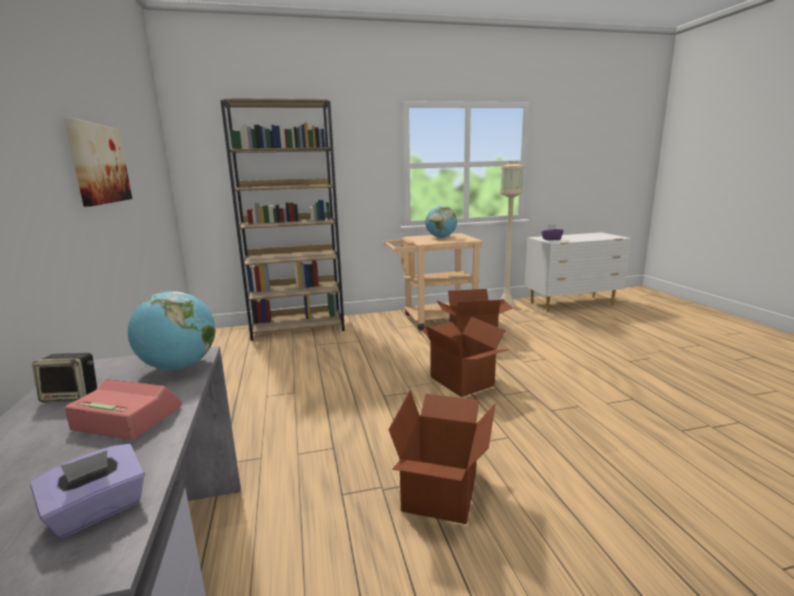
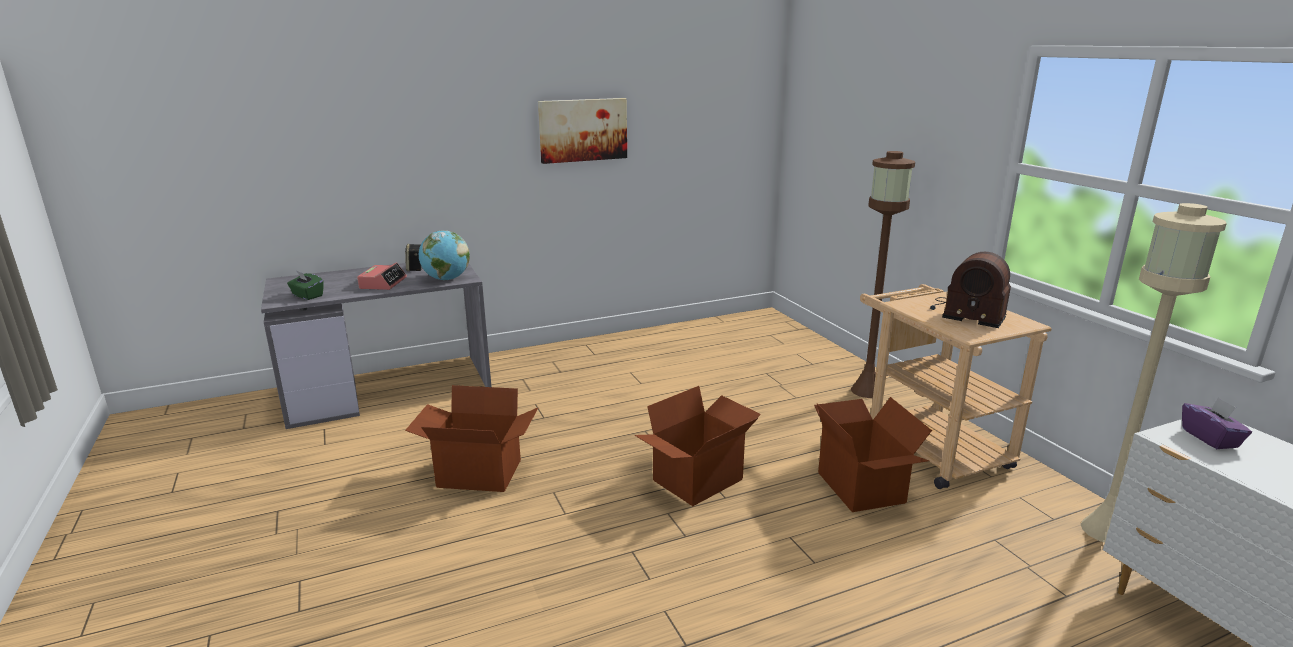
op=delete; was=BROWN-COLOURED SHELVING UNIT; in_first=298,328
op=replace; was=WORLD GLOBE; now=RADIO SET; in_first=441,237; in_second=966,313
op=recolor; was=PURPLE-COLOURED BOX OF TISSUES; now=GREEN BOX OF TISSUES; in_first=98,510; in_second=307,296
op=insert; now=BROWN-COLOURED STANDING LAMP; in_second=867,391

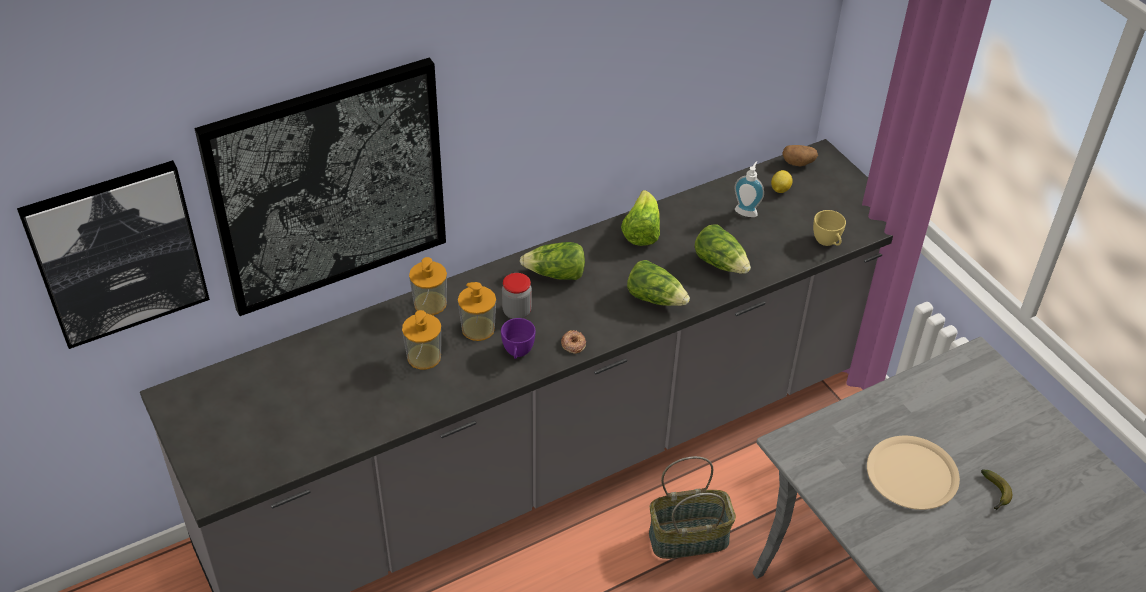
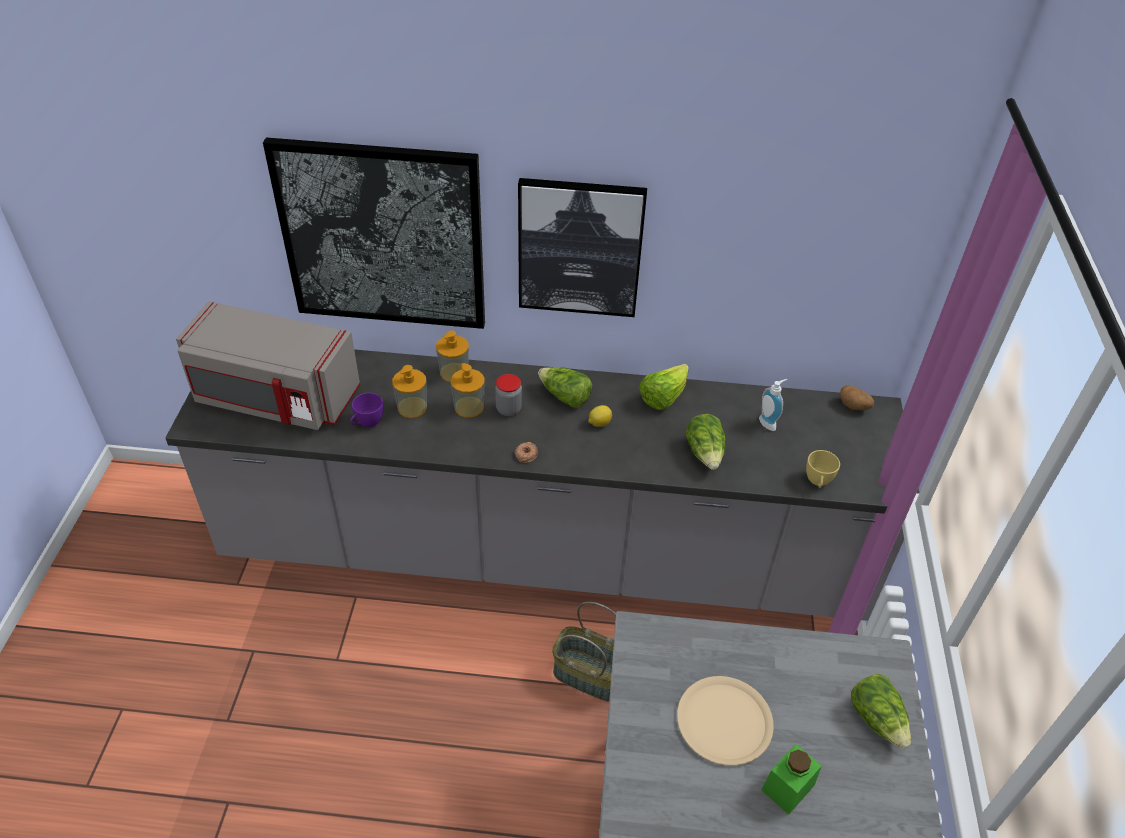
op=move; was=WALL ART; in_first=117,253; in_second=580,247
op=move; was=CITRUS FRUIT; in_first=779,190; in_second=599,423
op=move; was=LETTUCE; in_first=655,298; in_second=877,719
op=move; was=PURPLE-COLOURED SMALL CUP; in_first=517,353; in_second=367,423
op=replace; was=BANANA FRUIT; now=GREEN STORAGE JAR; in_first=995,494; in_second=787,787
op=insert; now=GRAY MICROWAVE; in_second=274,397

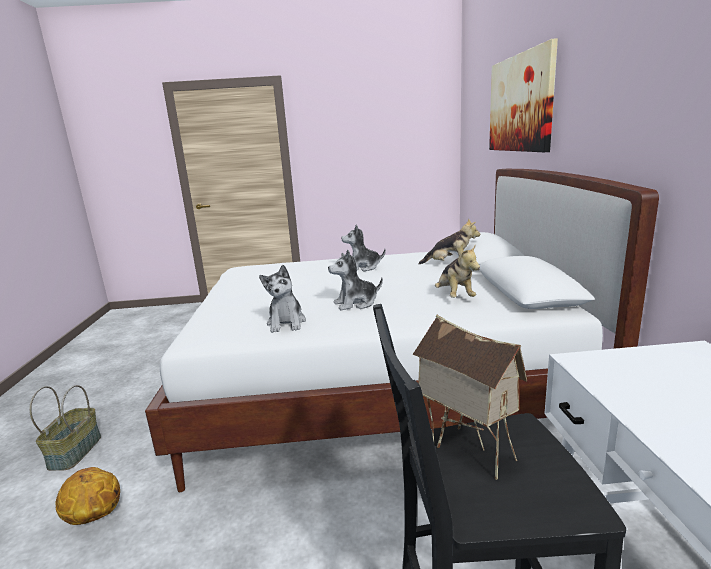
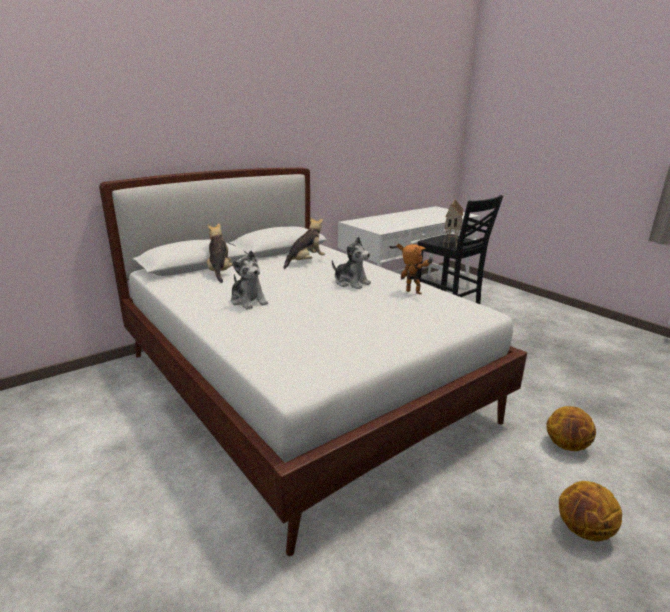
op=delete; was=WALL ART; in_first=520,103
op=replace; was=PLUSH TOY; now=TOY ROBOT; in_first=286,323; in_second=412,293
op=replace; was=HOUSEHOLD BASKET; now=BALL FOR BASKETBALL; in_first=74,451; in_second=583,530

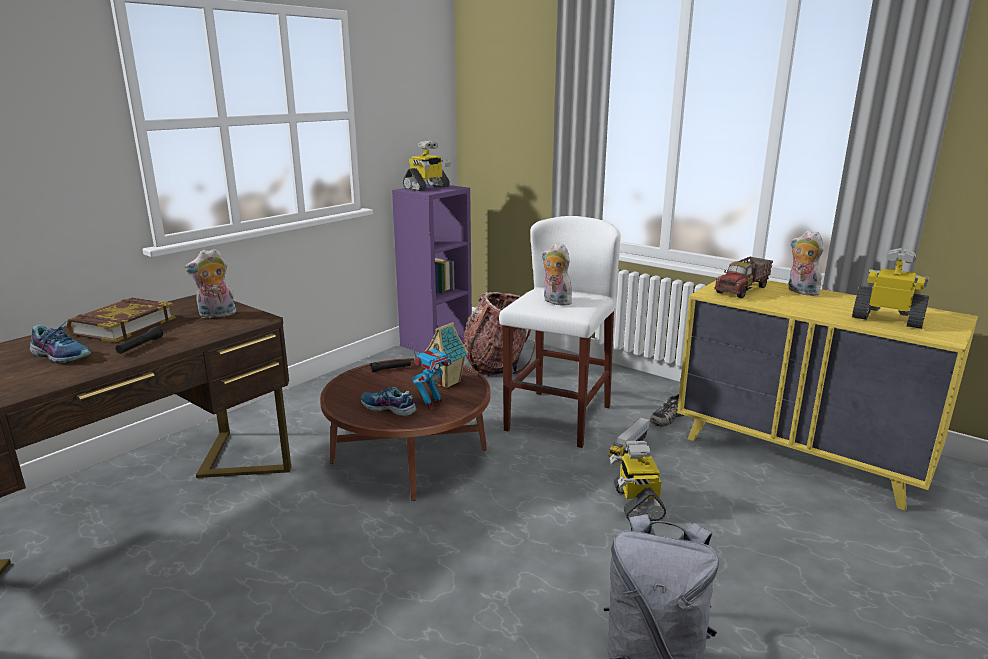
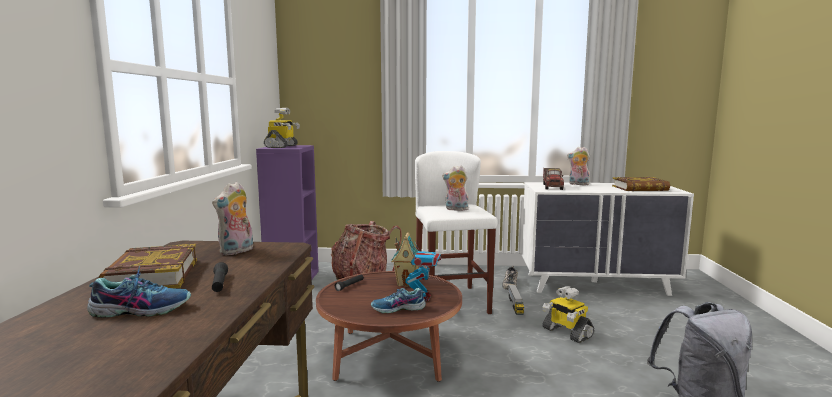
op=replace; was=TOY ROBOT; now=VOLUME; in_first=888,319; in_second=640,188
op=recolor; was=YELLOW-COLOURED DRESSER; now=WHITE DRESSER; in_first=801,454; in_second=596,284

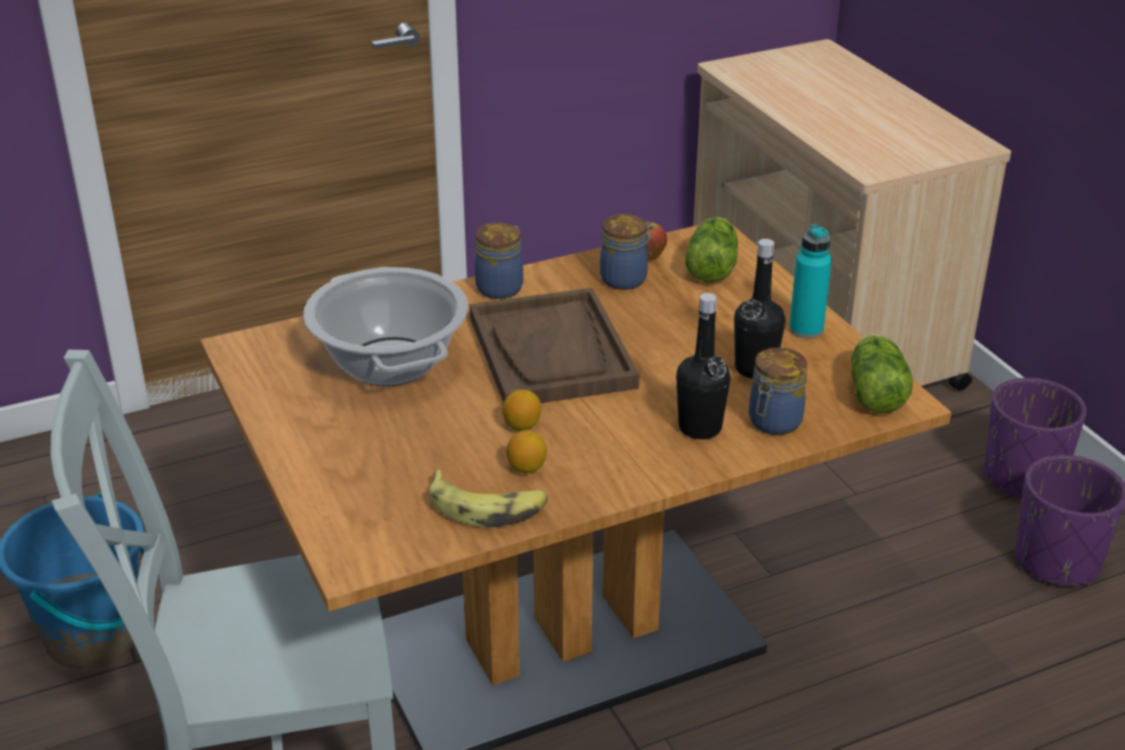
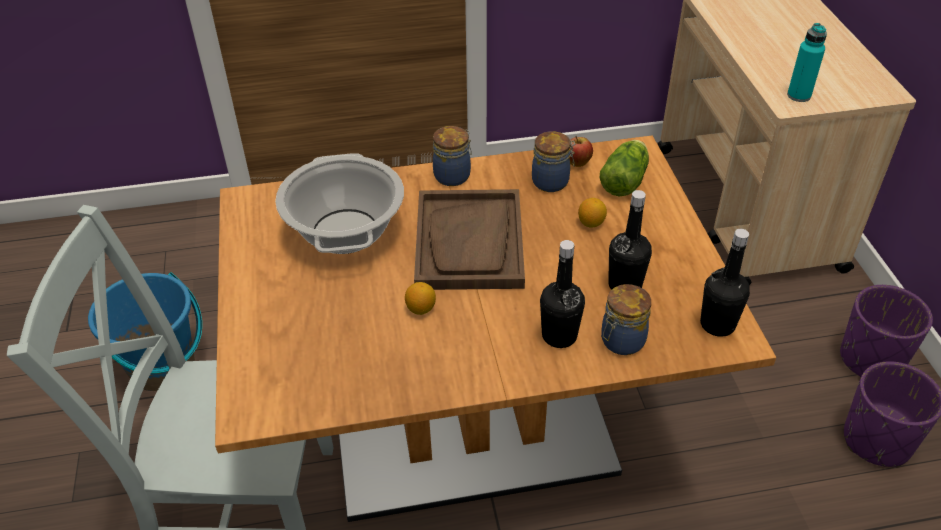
op=move; was=TURQUOISE-COLOURED BEVERAGE BOTTLE; in_first=806,329; in_second=799,95
op=replace; was=LETTUCE; now=BLACK BEVERAGE BOTTLE; in_first=875,391; in_second=717,324
op=move; was=CITRUS FRUIT; in_first=526,468; in_second=591,223
op=delete; was=BANANA FRUIT; in_first=487,507

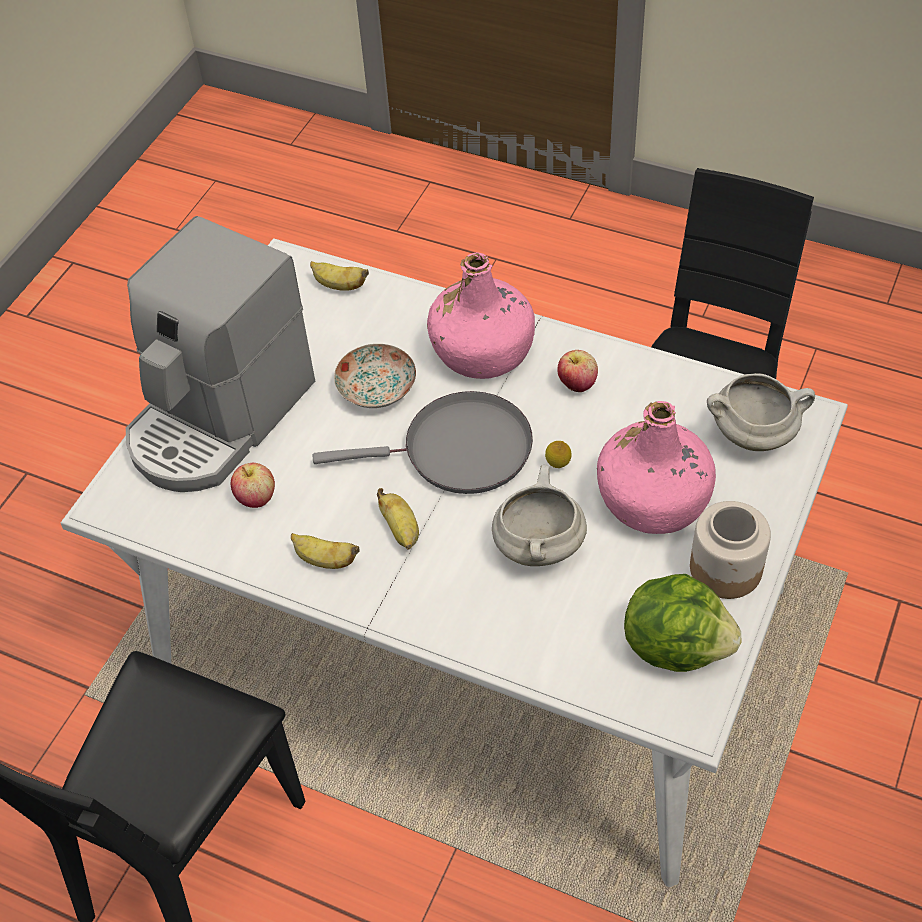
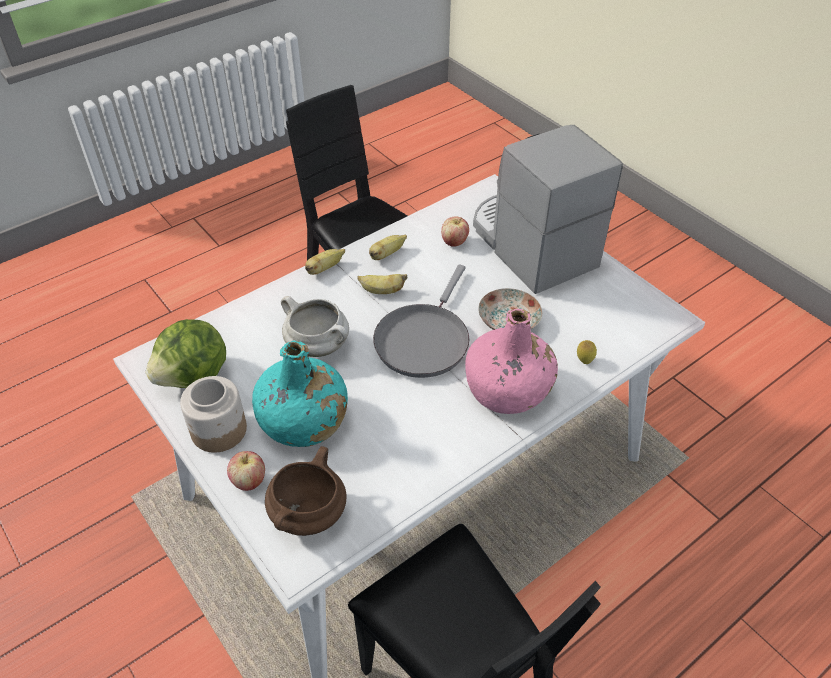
op=move; was=BANANA FRUIT; in_first=339,285; in_second=324,268
op=move; was=WHOLE APPLE; in_first=577,384; in_second=249,481
op=recolor; was=WHITE COOKING POT; now=BROWN-COLOURED COOKING POT; in_first=754,434; in_second=308,515
op=recolor; was=PINK BEVERAGE BOTTLE; now=TURQUOISE-COLOURED BEVERAGE BOTTLE; in_first=654,499; in_second=303,421
op=move; was=CITRUS FRUIT; in_first=558,465; in_second=584,361

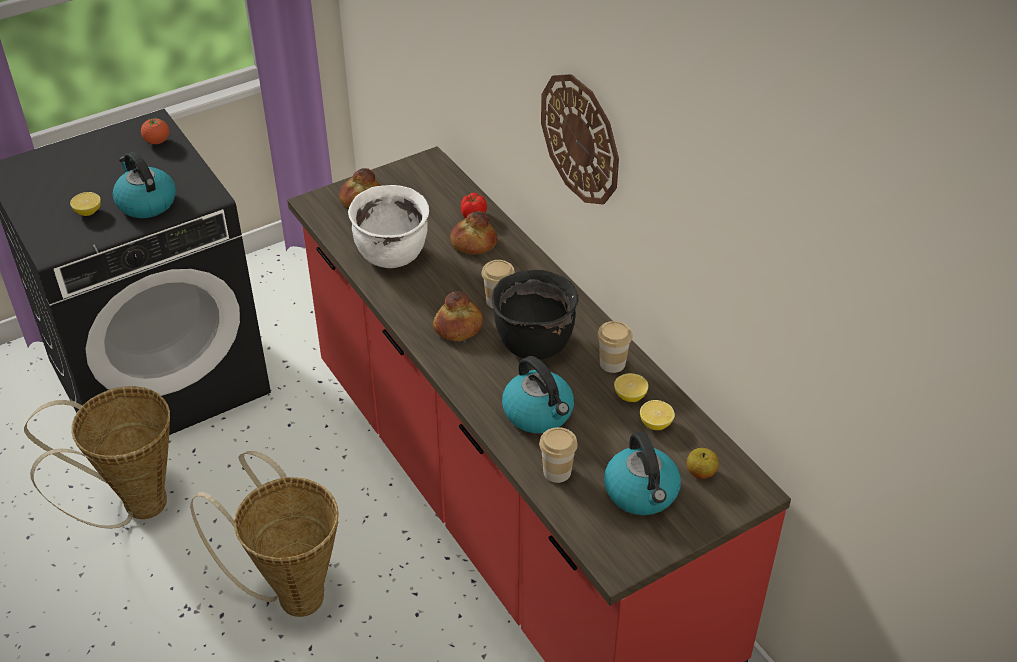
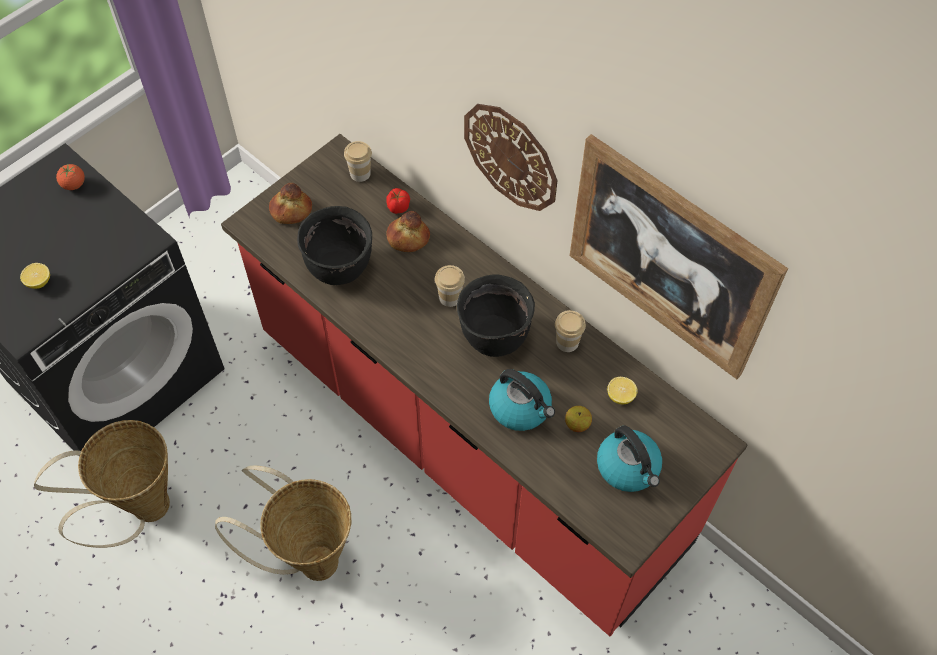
op=delete; was=TEA KETTLE; in_first=146,203
op=recolor; was=WHITE COOKING POT; now=BLACK COOKING POT; in_first=392,255; in_second=340,267
op=delete; was=BAKED BREAD; in_first=459,327
op=delete; was=CITRUS FRUIT; in_first=630,396
op=move; was=SMALL CUP; in_first=557,471; in_second=360,173
op=move; was=WHOLE APPLE; in_first=701,472; in_second=577,424
op=insert; now=WALL ART; in_second=669,258

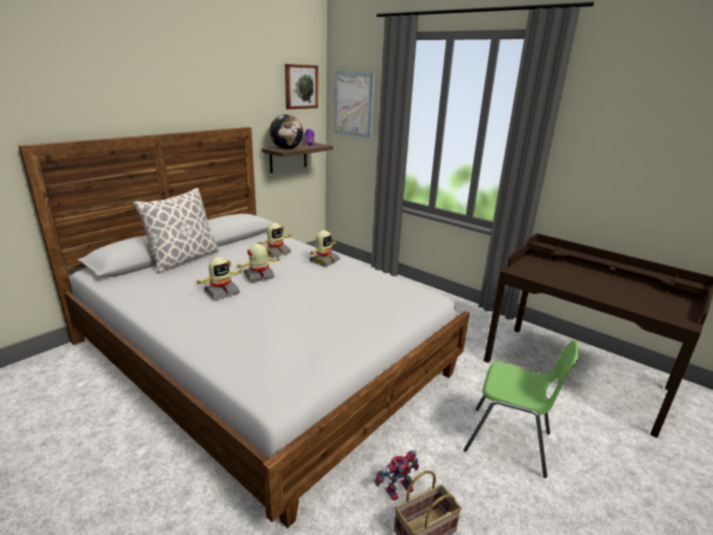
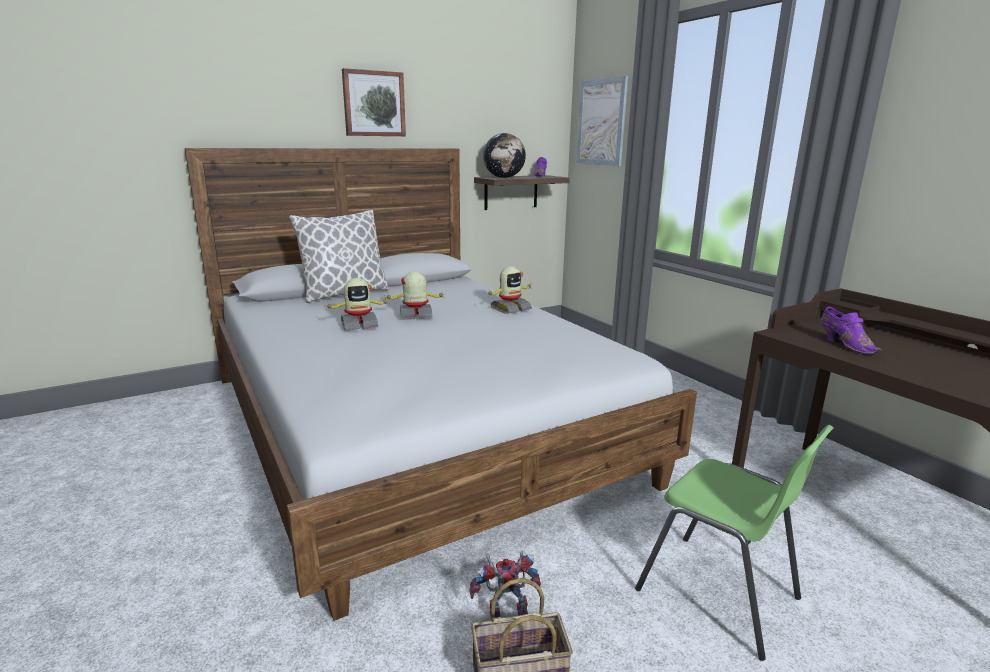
op=move; was=WALL ART; in_first=300,86; in_second=374,104
op=delete; was=TOY ROBOT; in_first=276,252
op=insert; now=PURPLE-COLOURED LOW SHOE; in_second=845,345

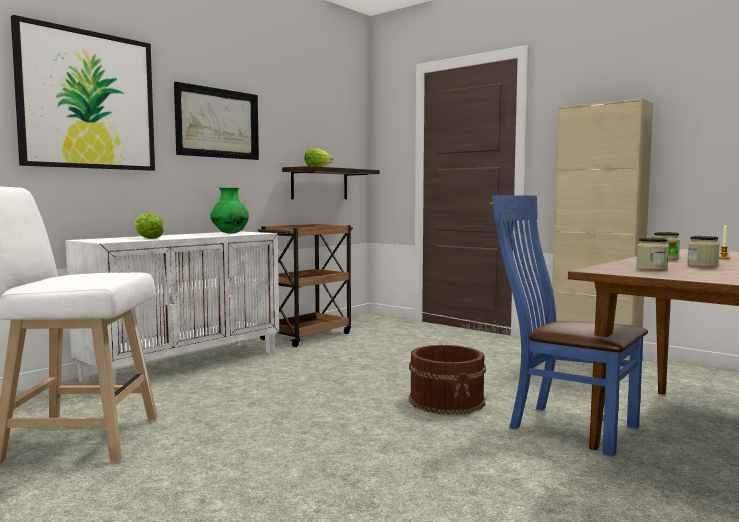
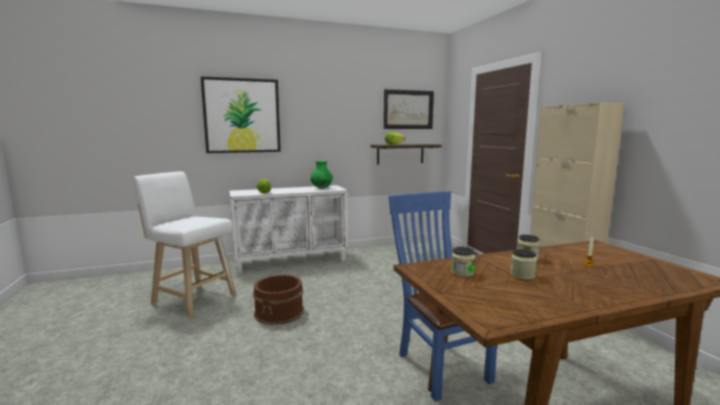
op=move; was=WALL ART; in_first=217,123; in_second=408,109
op=delete; was=BROWN-COLOURED TROLLEY; in_first=308,336
op=move; was=BROWN-COLOURED BUCKET; in_first=447,401; in_second=279,312

